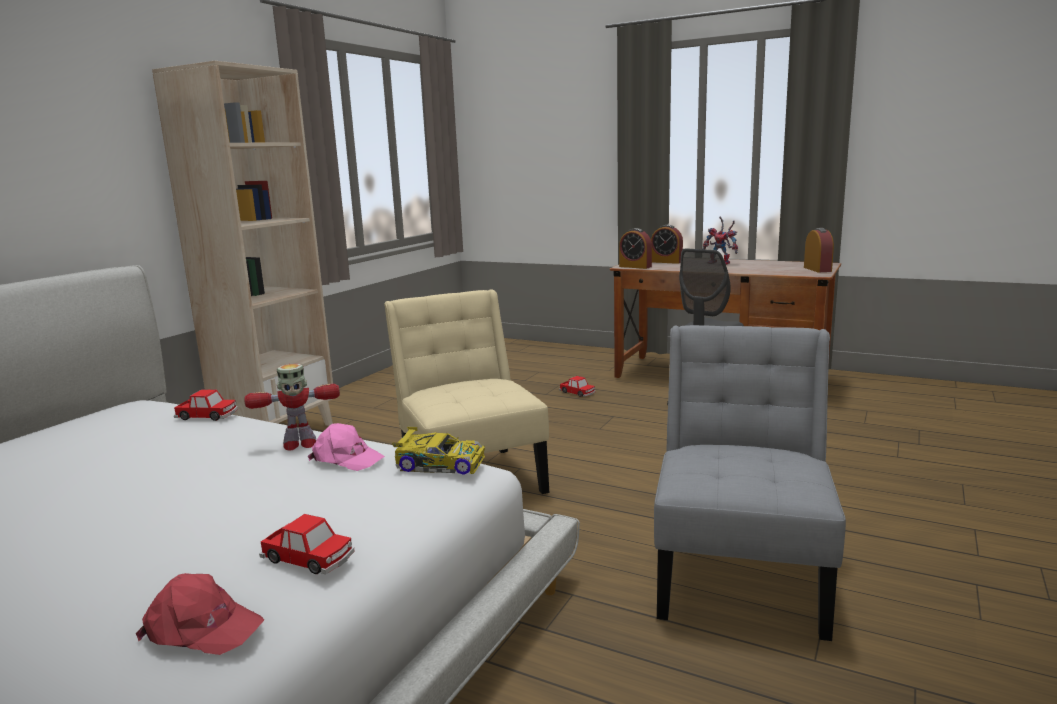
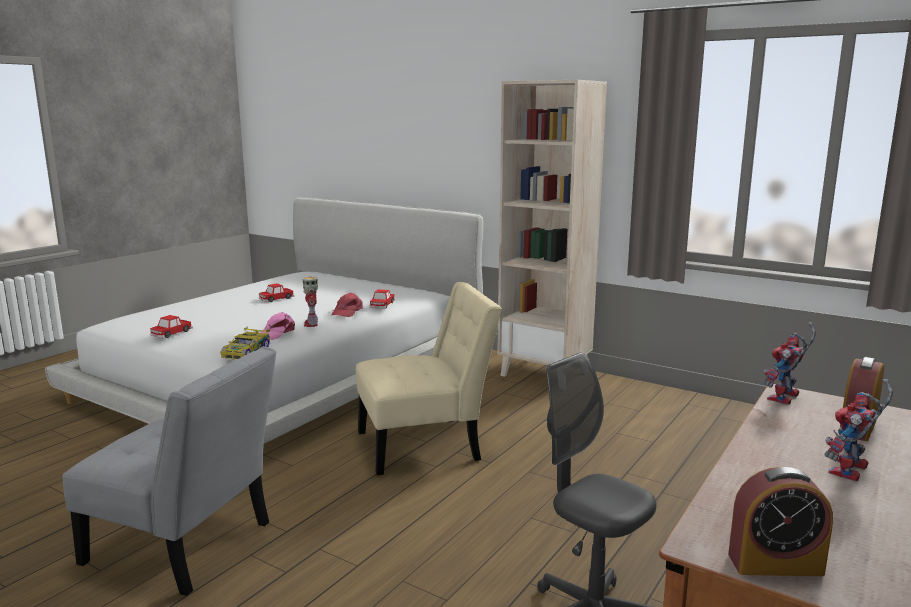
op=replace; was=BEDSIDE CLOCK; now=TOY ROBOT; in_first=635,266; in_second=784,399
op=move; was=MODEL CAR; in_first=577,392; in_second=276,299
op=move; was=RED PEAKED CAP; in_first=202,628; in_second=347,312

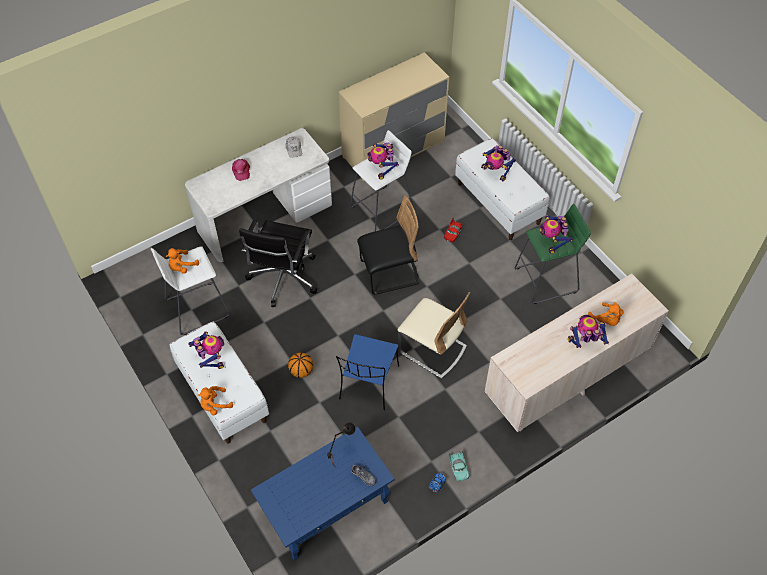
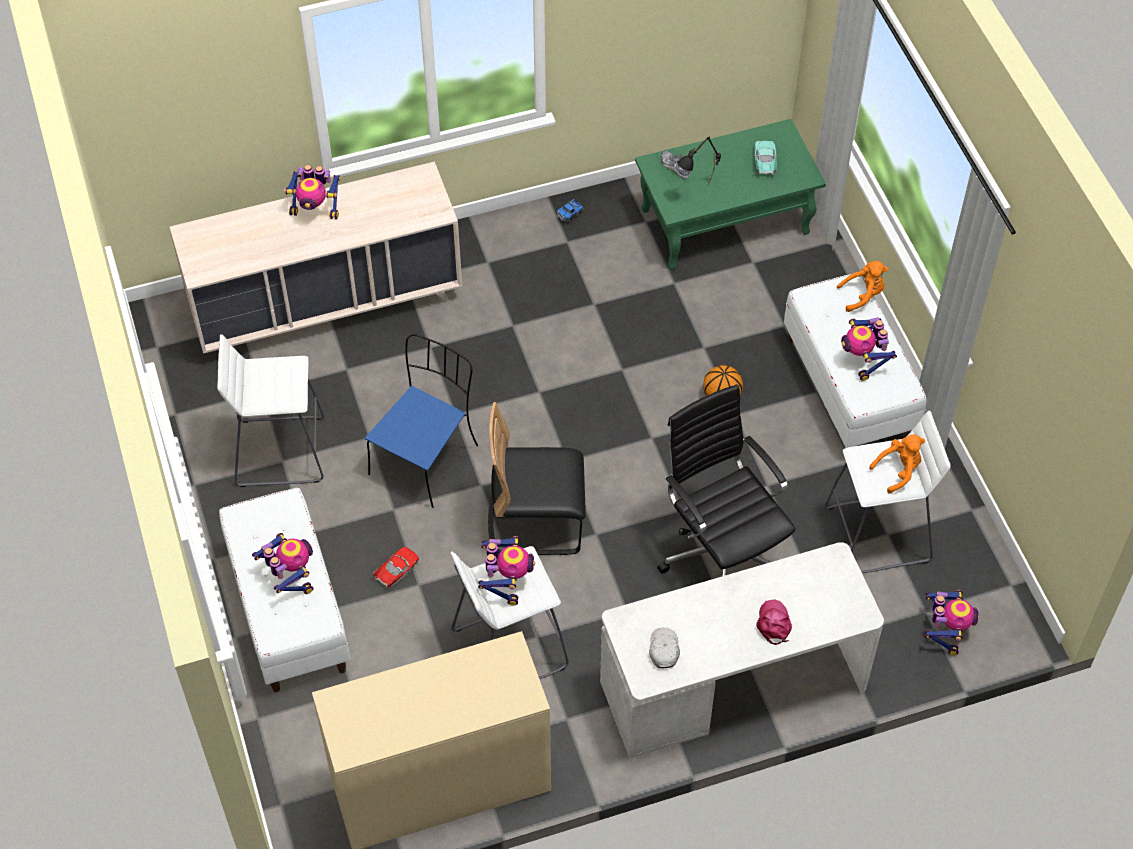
op=recolor; was=GREEN STOOL; now=WHITE STOOL; in_first=546,280; in_second=279,450
op=move; was=TOY ROBOT; in_first=552,241; in_second=945,631
op=rotate; was=BLACK DESK CHAIR; in_first=283,279; in_second=722,553; clockwise=-60
op=delete; was=SAND-COLOURED UPRIGHT CHAIR; in_first=432,349
op=delete; was=ORANGE-COLOURED PLUSH TOY; in_first=606,320
op=move; was=BLUISH UPRIGHT CHAIR; in_first=368,384; in_second=425,458
op=recolor; was=BLUISH LOW TABLE; now=GREEN LOW TABLE; in_first=326,505; in_second=723,222
op=move; was=TURQUOISE-COLOURED MODEL CAR; in_first=458,467; in_second=764,162

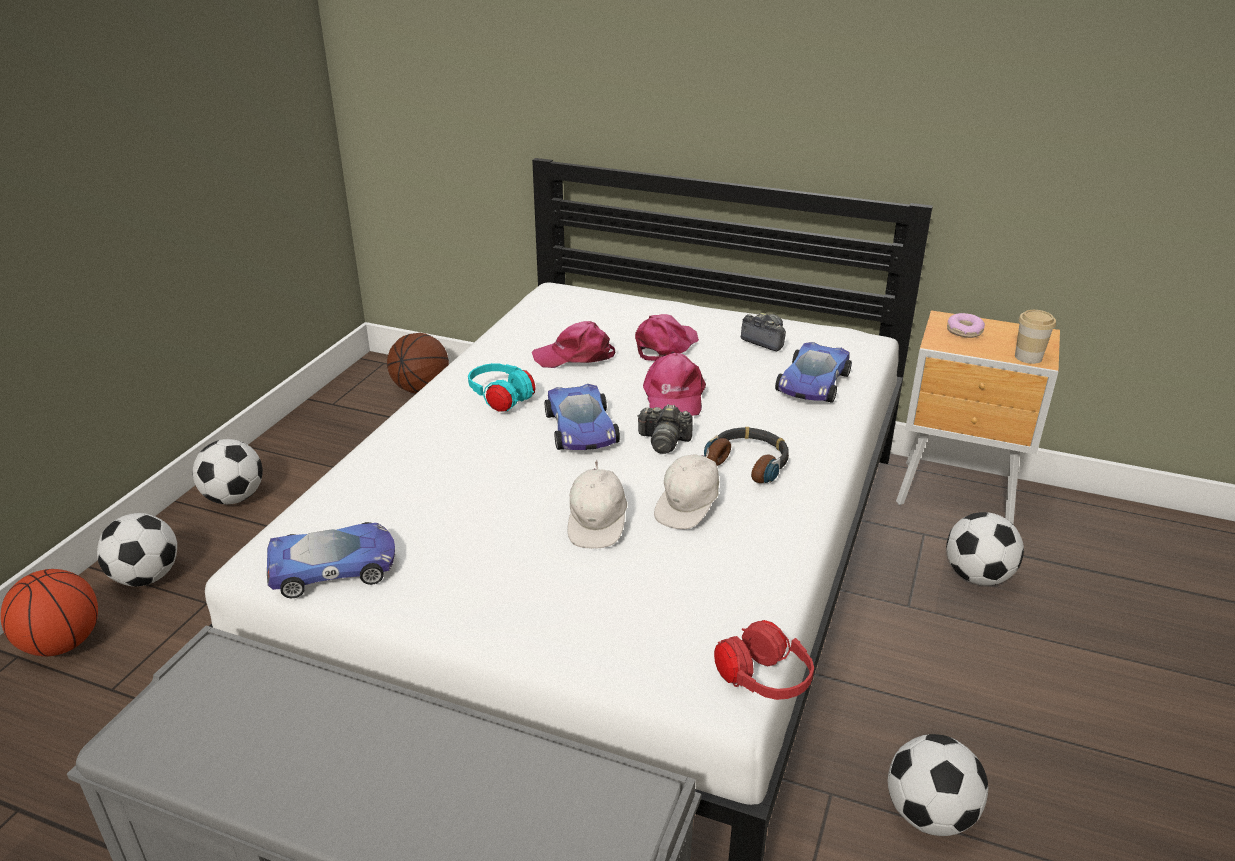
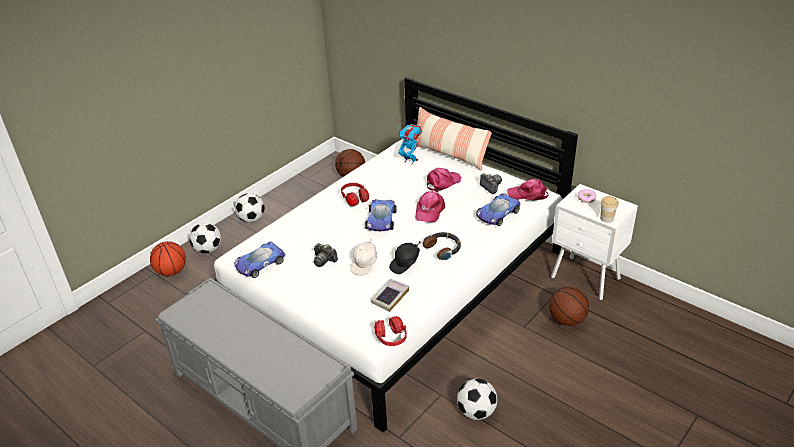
op=recolor; was=BROWN-COLOURED NIGHTSTAND; now=WHITE NIGHTSTAND; in_first=959,497; in_second=586,279
op=move; was=PINK PEAKED CAP; in_first=575,356; in_second=528,194
op=recolor; was=TURQUOISE-COLOURED PAIR OF HEADPHONES; now=RED PAIR OF HEADPHONES; in_first=501,400; in_second=355,200
op=move; was=STILL CAMERA; in_first=664,441; in_second=324,260
op=recolor; was=WHITE PEAKED CAP; now=BLACK PEAKED CAP; in_first=689,508; in_second=405,265
op=replace; was=BALL FOR FOOTBALL; now=BALL FOR BASKETBALL; in_first=977,576; in_second=567,320
op=rotate; was=MODEL CAR; in_first=334,567; in_second=259,264; clockwise=135
op=insert; now=THROW PILLOW; in_second=449,154
op=insert; now=TOY ROBOT; in_second=410,160
op=insert; now=VOLUME; in_second=390,297

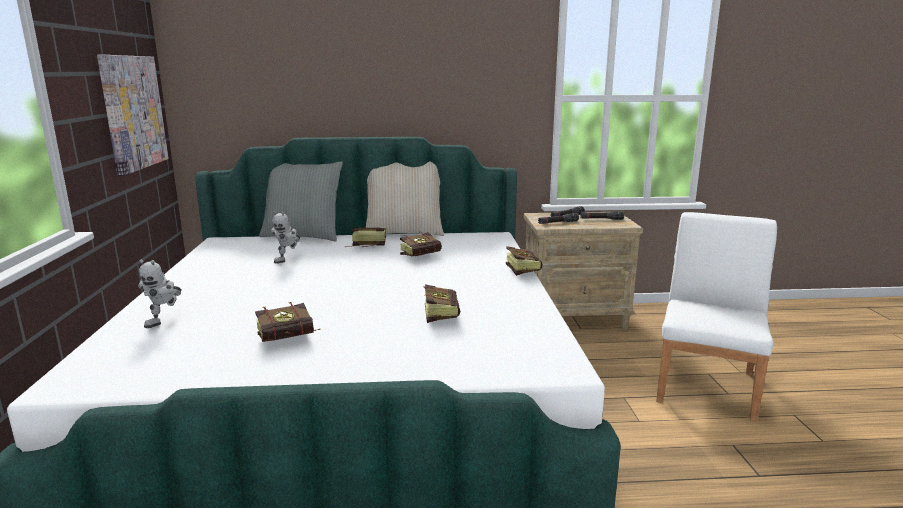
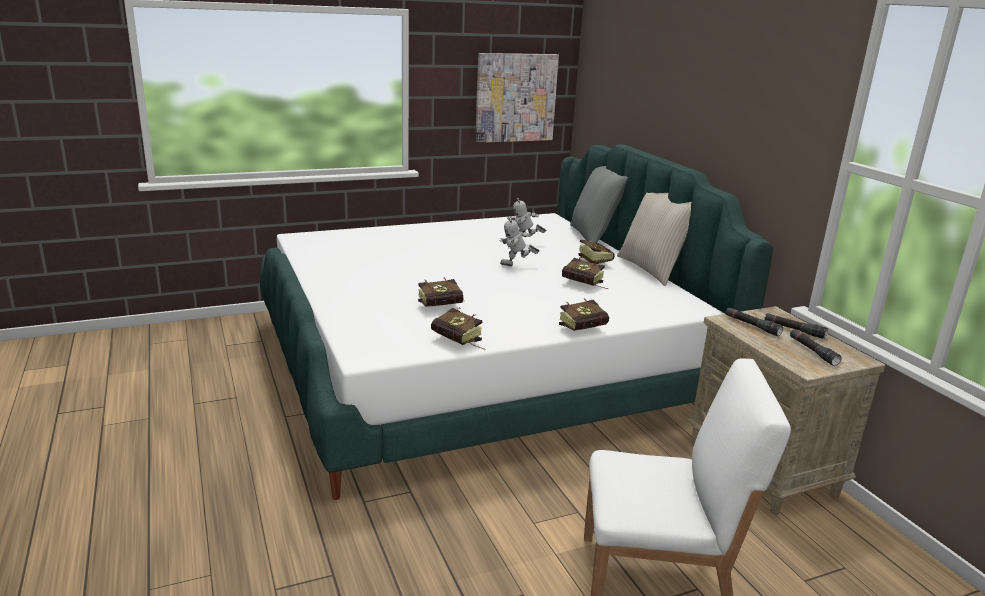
op=move; was=TOY ROBOT; in_first=165,321; in_second=516,266
op=move; was=VOLUME; in_first=292,339; in_second=460,343

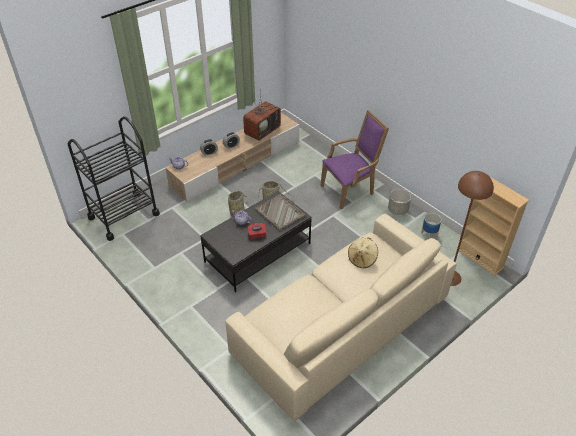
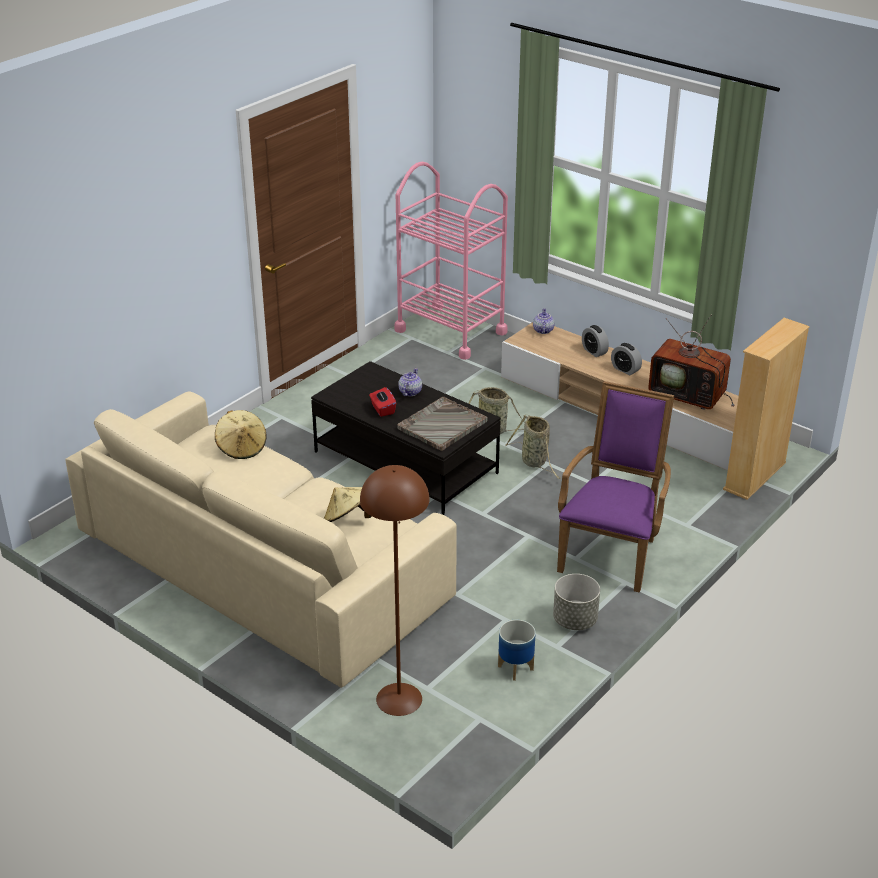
op=rotate; was=PURPLE-COLOURED ARMCHAIR; in_first=350,190; in_second=612,552; clockwise=-120
op=recolor; was=BLACK TROLLEY; now=PINK TROLLEY; in_first=124,216; in_second=451,331
op=move; was=SAND-COLOURED SHELVING UNIT; in_first=480,258; in_second=755,476
op=insert; now=SAND-COLOURED HAT; in_second=242,448

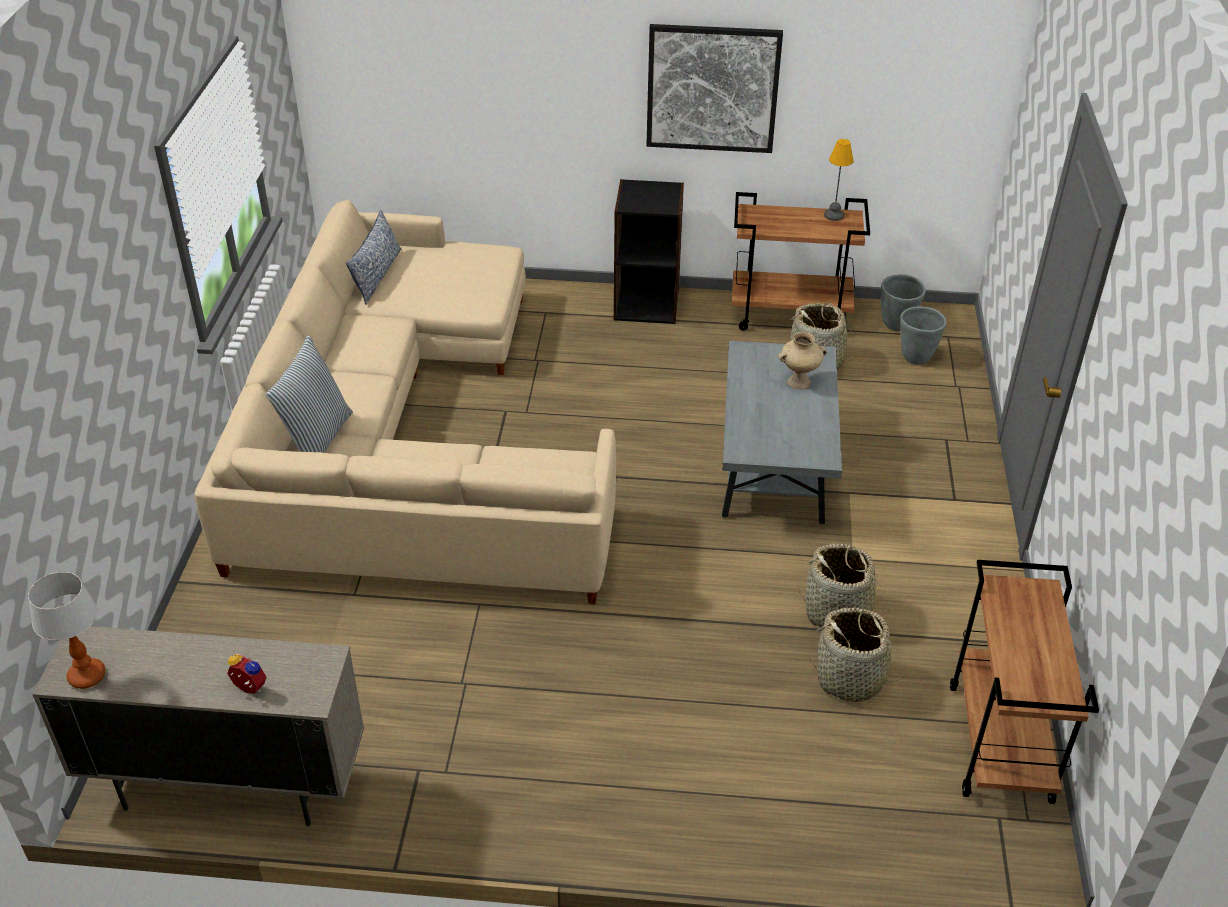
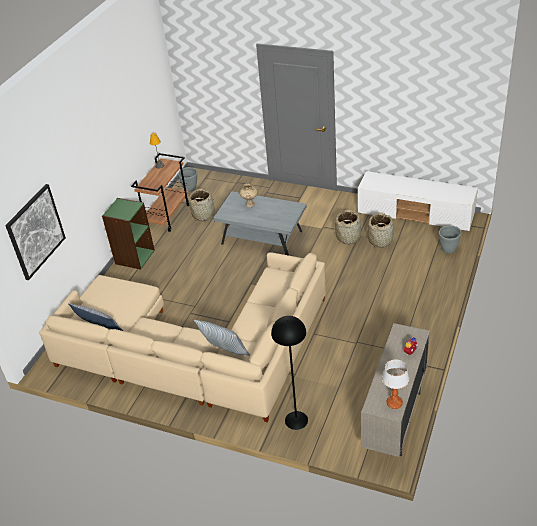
op=move; was=WALL ART; in_first=712,88; in_second=35,231
op=recolor; was=BLACK SHELVING UNIT; now=GREEN SHELVING UNIT; in_first=646,304; in_second=134,257
op=move; was=GRAY FLOWER POT; in_first=916,357; in_second=448,250
op=replace; was=BROWN-COLOURED TROLLEY; now=WHITE TV UNIT; in_first=1001,744; in_second=416,214
op=insert; now=BLACK STANDING LAMP; in_second=296,420

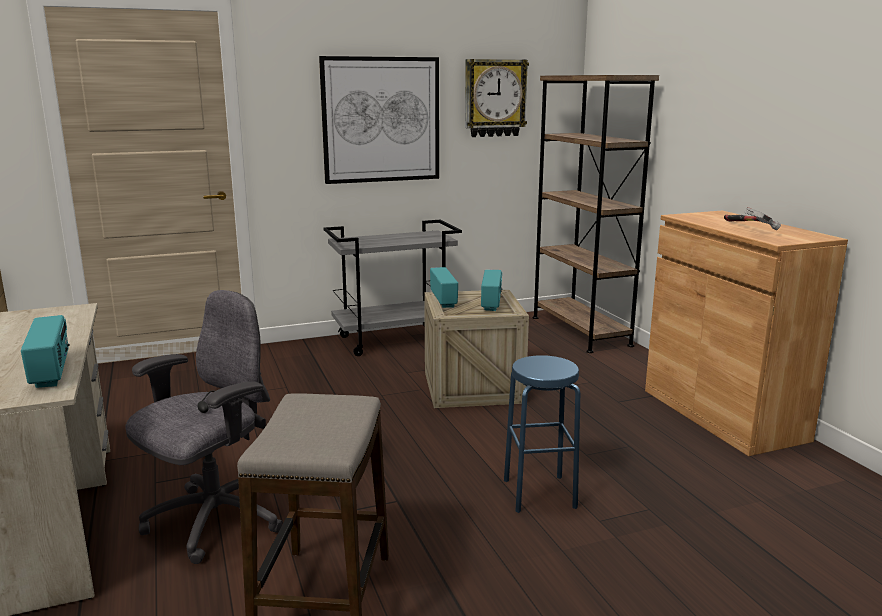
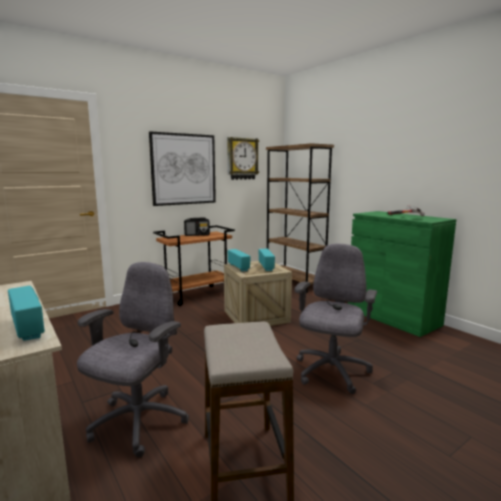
op=recolor; was=BROWN-COLOURED CUPBOARD; now=GREEN CUPBOARD; in_first=723,414; in_second=392,317
op=recolor; was=GRAY TROLLEY; now=BROWN-COLOURED TROLLEY; in_first=395,340; in_second=197,295
op=replace; was=BLUISH STOOL; now=GRAY DESK CHAIR; in_first=539,493; in_second=331,372
op=insert; now=RADIO SET; in_second=197,235

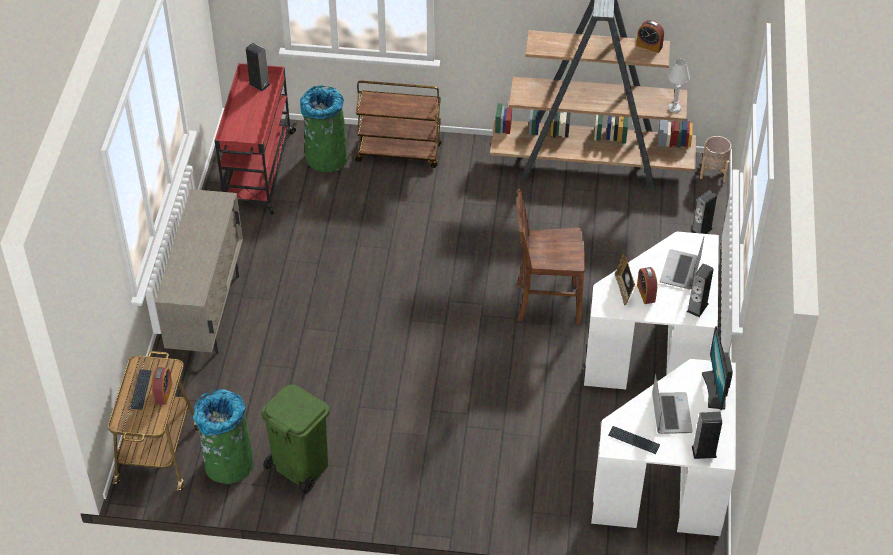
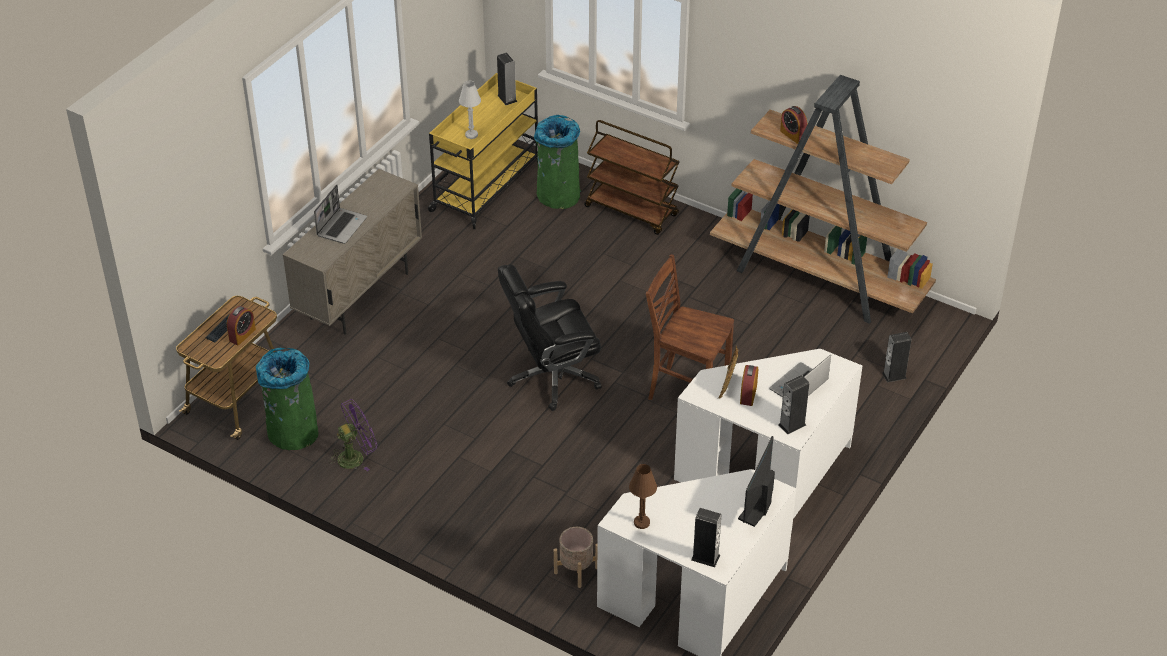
op=move; was=BEDSIDE CLOCK; in_first=649,46; in_second=792,135
op=move; was=WHITE LAMP FOR A TABLE; in_first=674,108; in_second=471,135
op=recolor; was=RED TROLLEY; now=YELLOW-COLOURED TROLLEY; in_first=258,171; in_second=486,187
op=move; was=SAND-COLOURED FLOWER POT; in_first=713,171; in_second=576,570
op=move; was=LAPTOP; in_first=670,413; in_second=341,226
op=replace; was=GREEN WASTE BIN; now=PURPLE-COLOURED FAN; in_first=300,466; in_second=355,456
op=replace; was=PC KEYBOARD; now=BROWN-COLOURED LAMP FOR A TABLE; in_first=633,440; in_second=641,523
op=insert; now=BLACK DESK CHAIR; in_second=552,377

